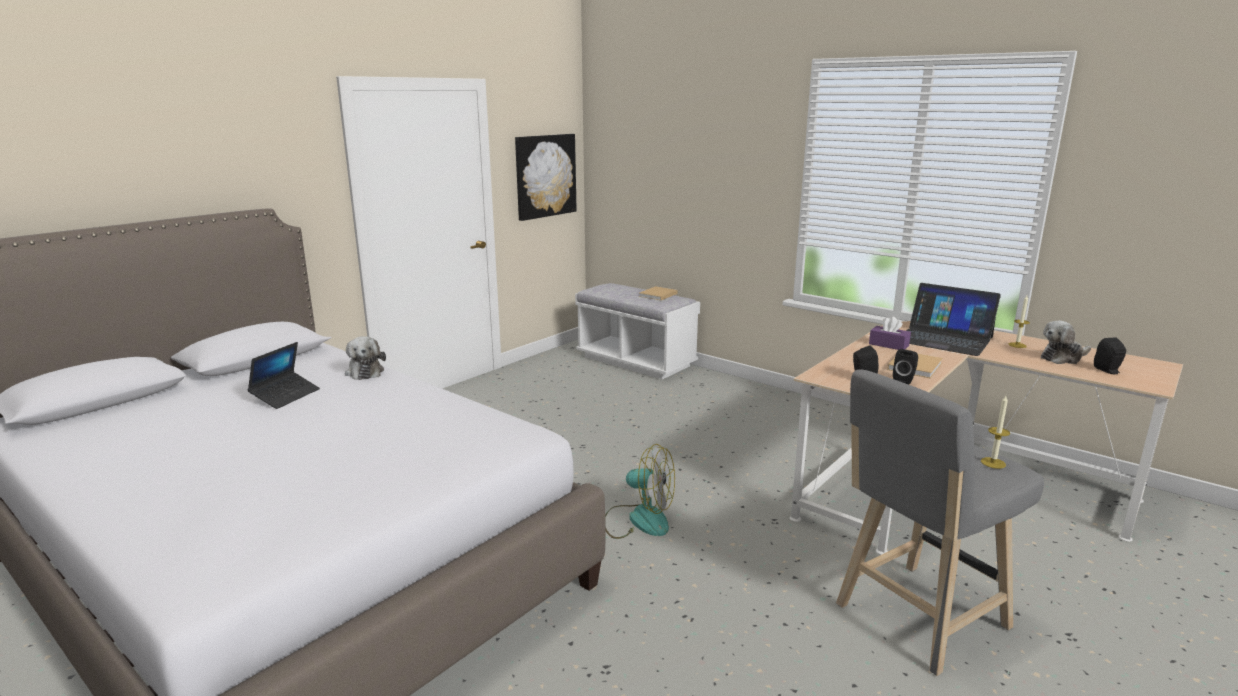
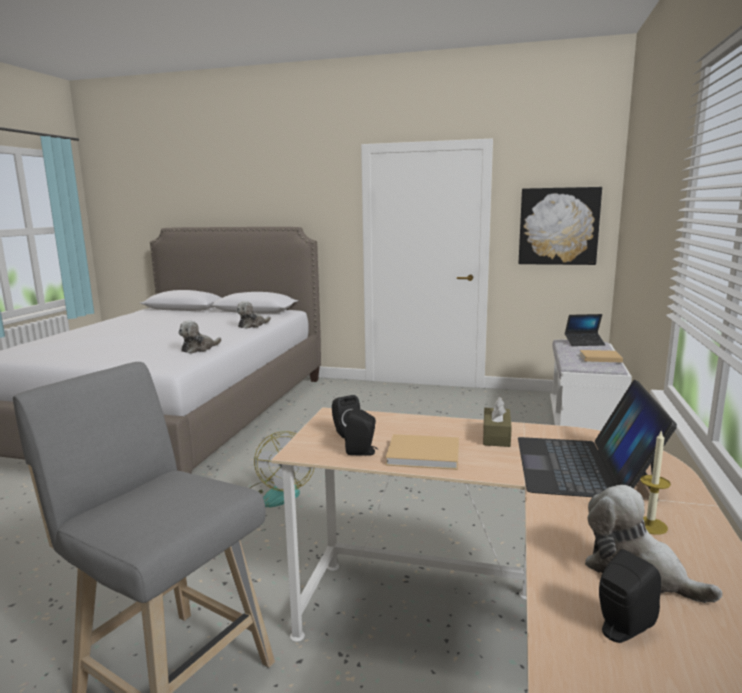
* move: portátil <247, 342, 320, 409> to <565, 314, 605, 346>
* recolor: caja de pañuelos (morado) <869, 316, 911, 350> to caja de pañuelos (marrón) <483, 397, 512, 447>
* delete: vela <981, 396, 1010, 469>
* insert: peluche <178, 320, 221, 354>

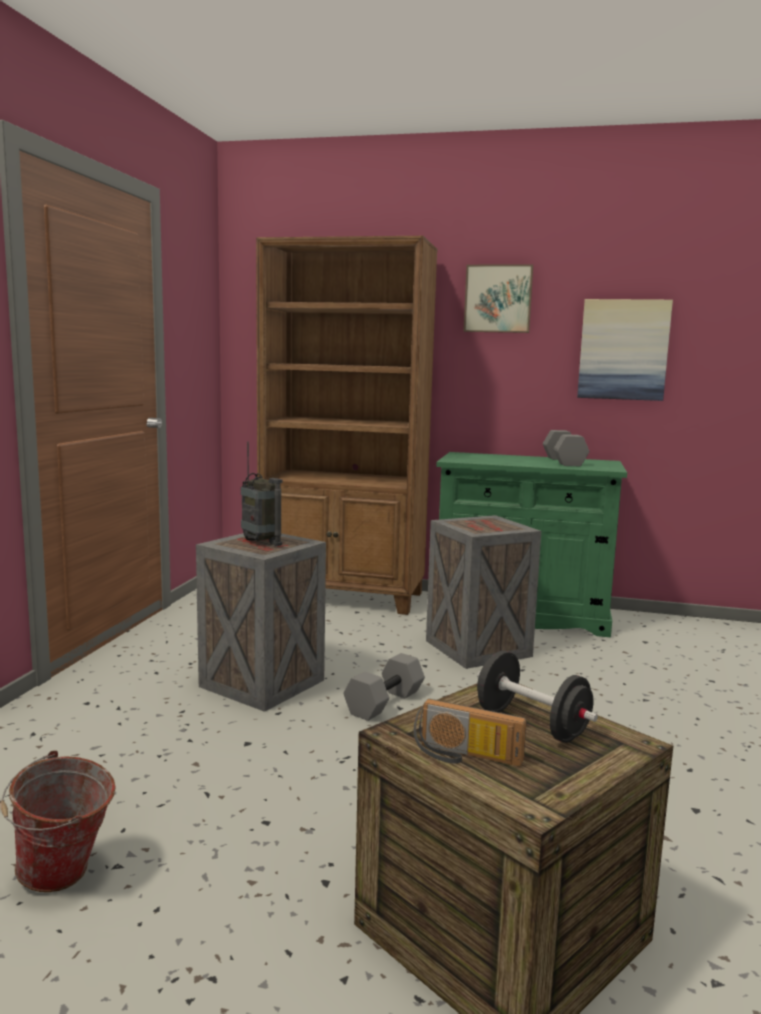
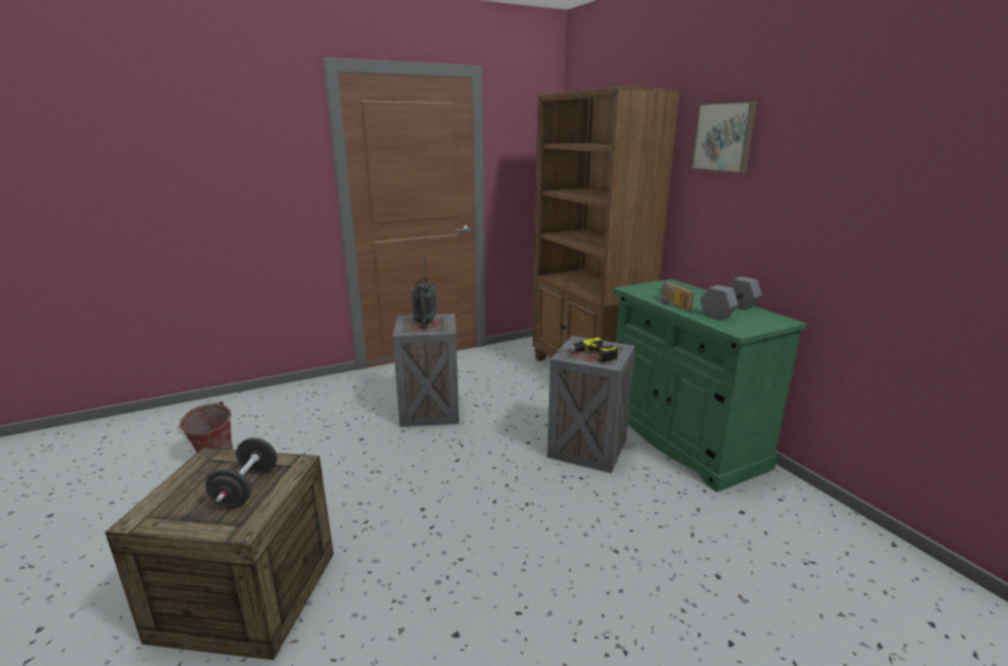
* delete: mancuerna (gris) <344, 653, 425, 721>
* move: radio <414, 699, 527, 767> to <658, 281, 694, 311>
* delete: cuadro <577, 299, 673, 401>
* insert: taladro <557, 338, 618, 362>

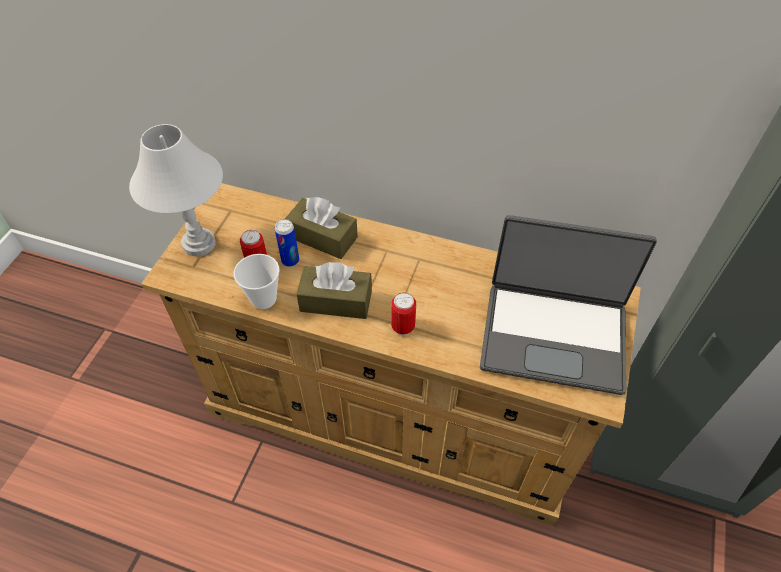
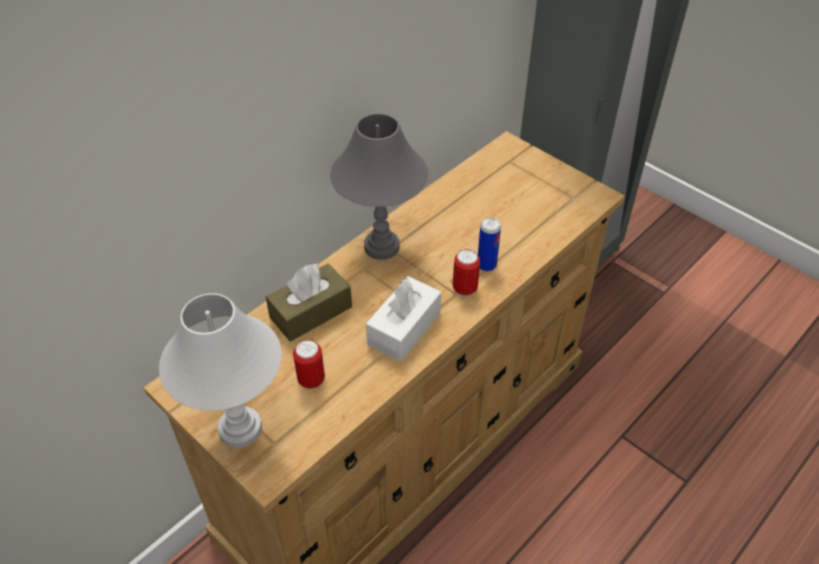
* delete: taza <234, 254, 280, 309>
* move: lata <275, 219, 299, 267> to <478, 218, 501, 271>
* recolor: caja de pañuelos (marrón) <296, 262, 372, 319> to caja de pañuelos (blanco) <366, 276, 441, 362>
* delete: portátil <480, 215, 657, 395>
* insert: lámpara de mesa (gris) <330, 114, 428, 260>

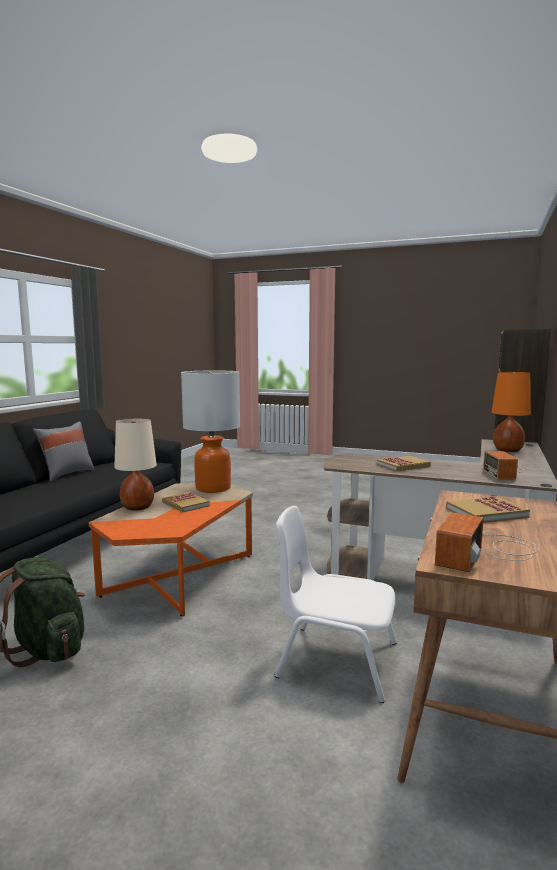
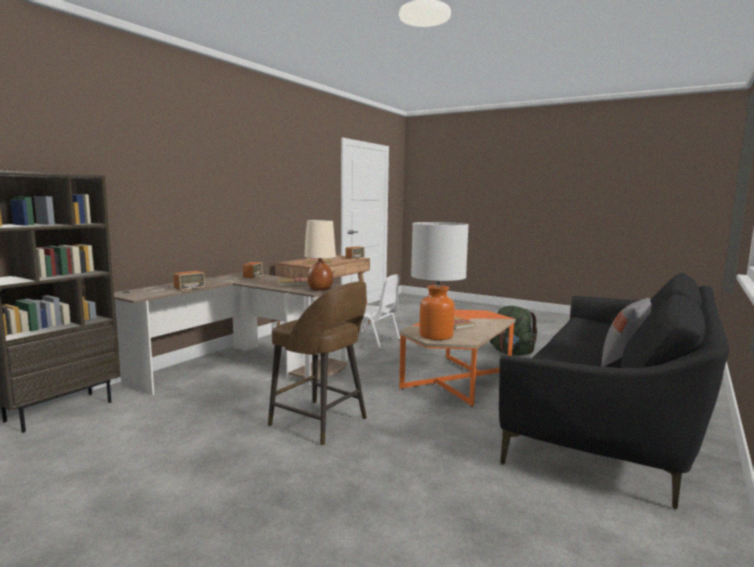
* move: lámpara de mesa (beis) <114, 418, 157, 511> to <304, 220, 336, 291>
* replace: lámpara de mesa (naranja) <492, 372, 531, 452> to radio <143, 271, 205, 292>
* insert: taburete (marrón) <268, 281, 367, 446>

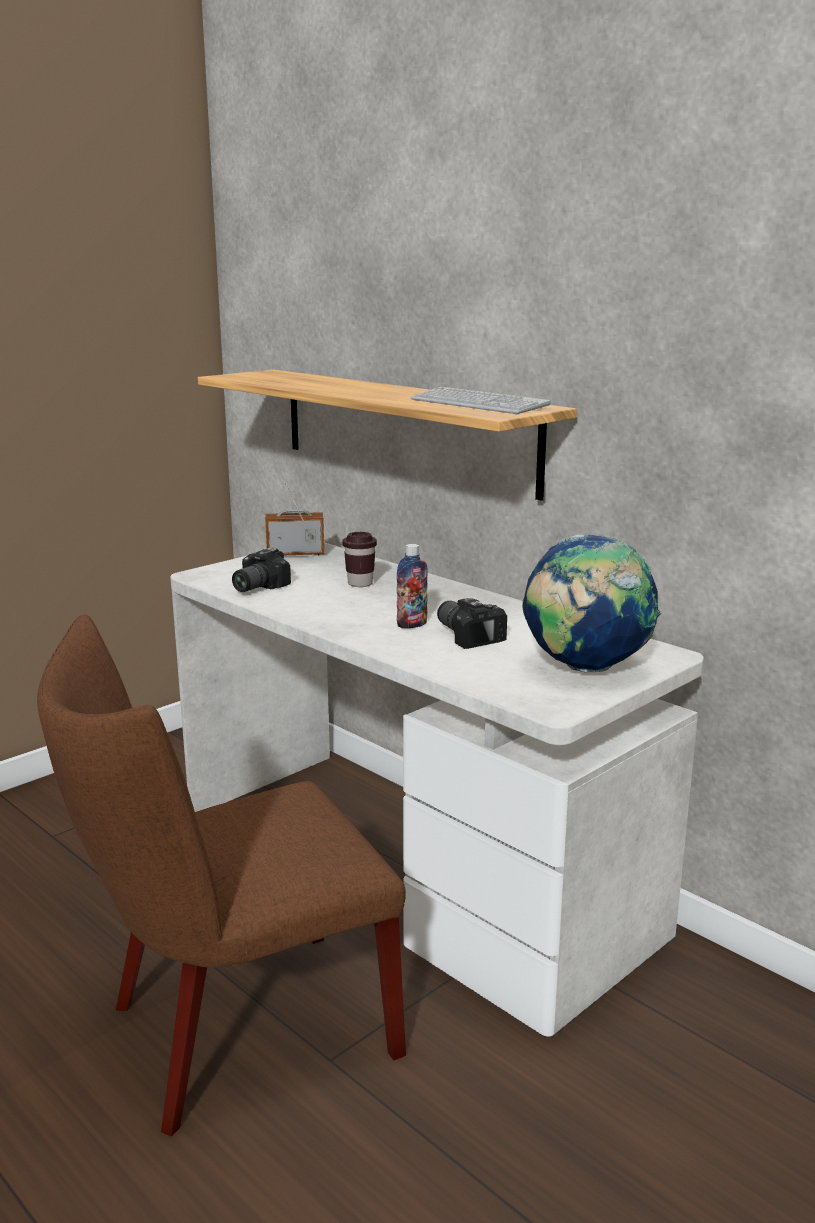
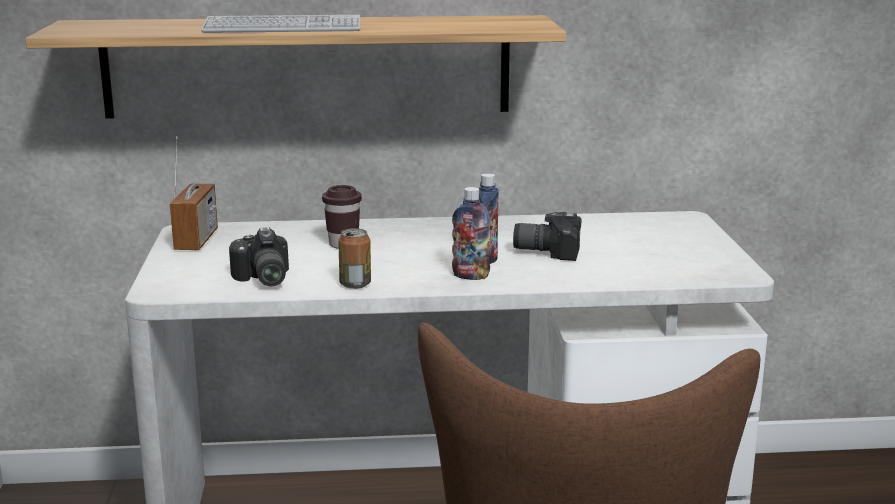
* rotate: radio <265, 475, 324, 555> = <170, 136, 218, 250> 150 degrees clockwise
* move: teclado <411, 387, 551, 414> to <201, 15, 360, 33>
* delete: globo terráqueo <522, 534, 662, 672>
* insert: lata <338, 228, 371, 289>
* insert: botella <452, 187, 491, 280>

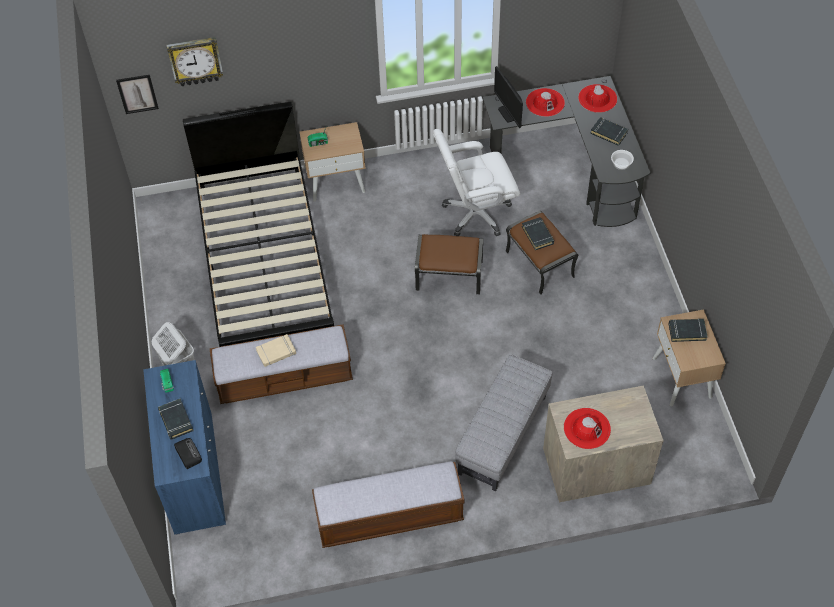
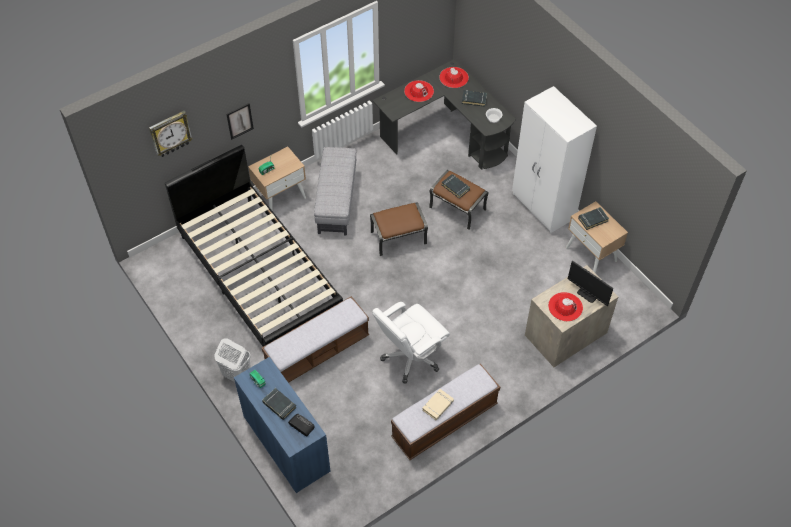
* move: cuadro <116, 75, 159, 114> to <226, 103, 254, 140>
* move: libro (beis) <256, 334, 296, 367> to <422, 389, 454, 420>
* move: silla de oficina (blanco) <433, 129, 520, 236> to <372, 302, 450, 384>
* move: puf (gris) <455, 355, 552, 491> to <314, 147, 356, 235>
* move: monitor <494, 66, 523, 128> to <568, 261, 613, 306>
* insert: armario ropero (blanco) <512, 86, 597, 233>

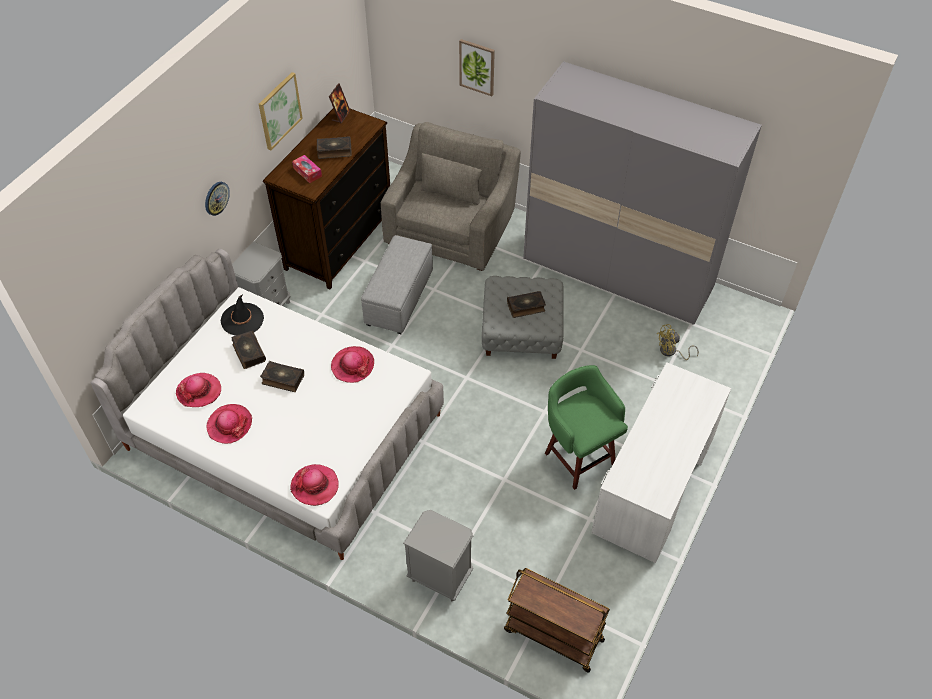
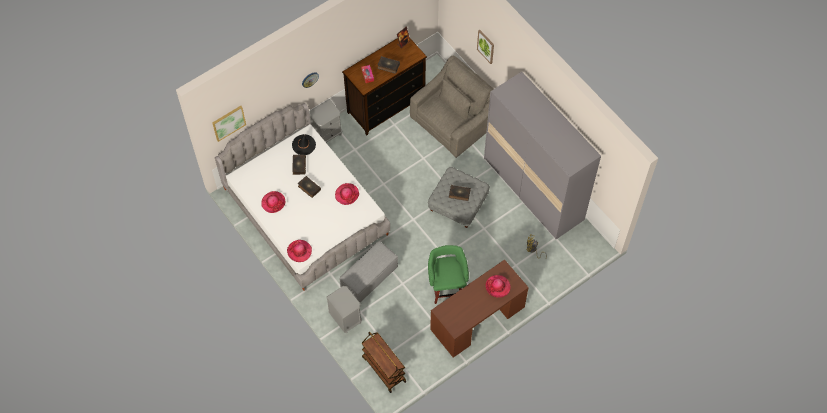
* move: sombrero <176, 373, 221, 407> to <486, 275, 511, 298>
* move: cuadro <259, 72, 303, 150> to <212, 106, 246, 142>
* move: puf (gris) <361, 235, 433, 334> to <340, 241, 398, 302>
* recolor: escritorio (blanco) <591, 362, 731, 563> to escritorio (marrón) <430, 260, 529, 358>

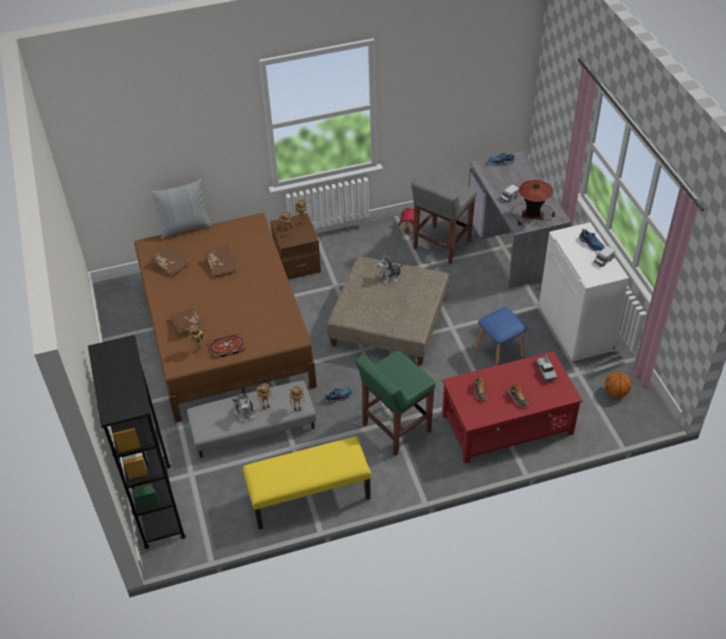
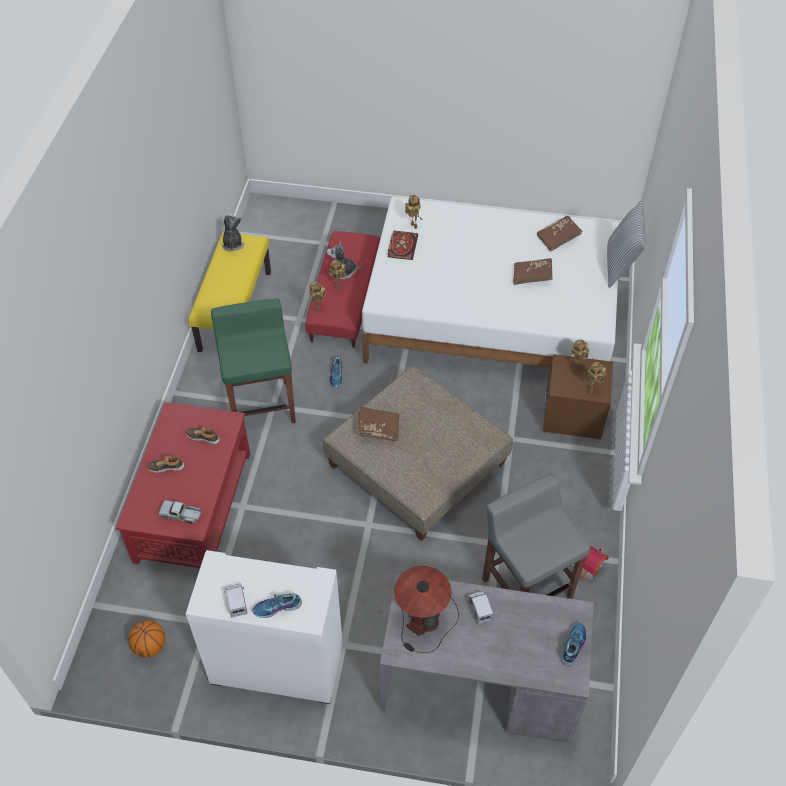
* delete: estantería (negro) <88, 335, 186, 549>
* recolor: cama (marrón) <134, 213, 317, 423> to cama (blanco) <362, 197, 620, 367>
* move: libro (marrón) <170, 309, 203, 333> to <358, 406, 400, 441>
* recolor: puf (gris) <187, 381, 316, 458> to puf (rojo) <305, 231, 380, 348>
* move: peluche <378, 254, 403, 284> to <222, 214, 244, 251>
* delete: taburete (azul) <475, 307, 527, 366>

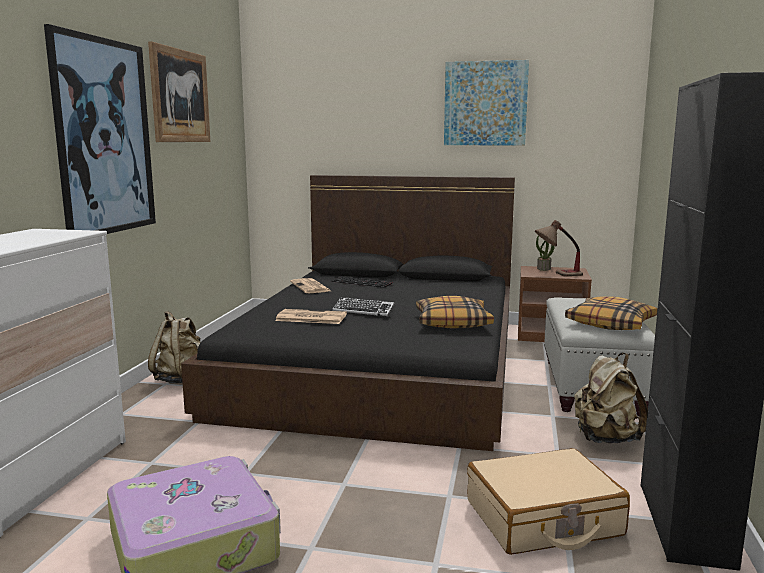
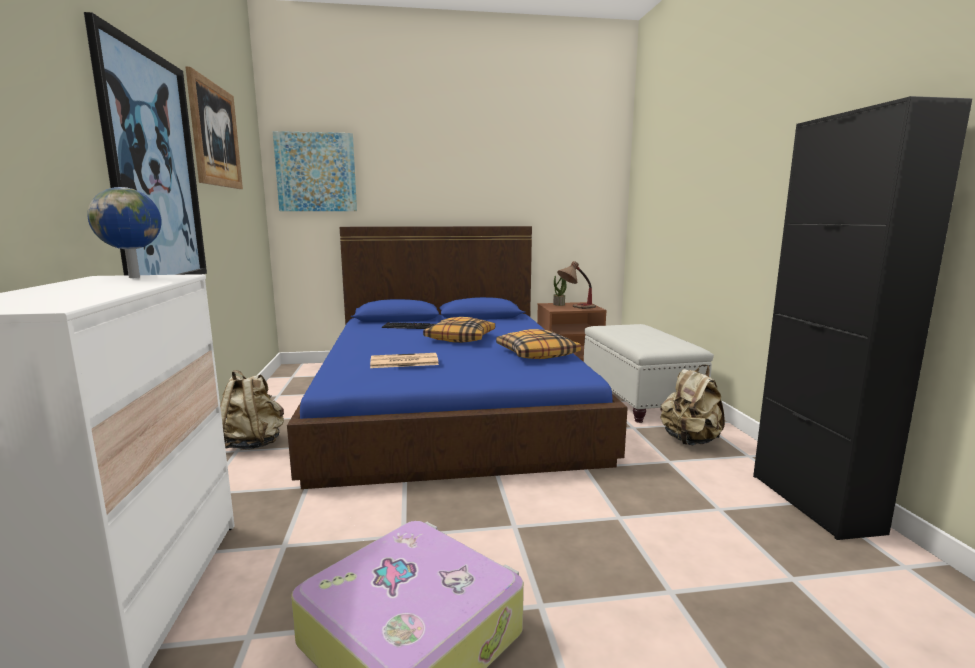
* recolor: cama (negro) <181, 175, 515, 451> to cama (azul) <287, 226, 628, 489>
* delete: periódico <290, 278, 331, 293>
* delete: teclado <333, 297, 394, 316>
* move: cuadro <444, 60, 529, 145> to <273, 131, 357, 211>
* delete: maleta (beis) <467, 448, 630, 555>
* move: cojín <565, 296, 658, 330> to <423, 317, 495, 343>
* insert: globo terráqueo <87, 187, 162, 278>

